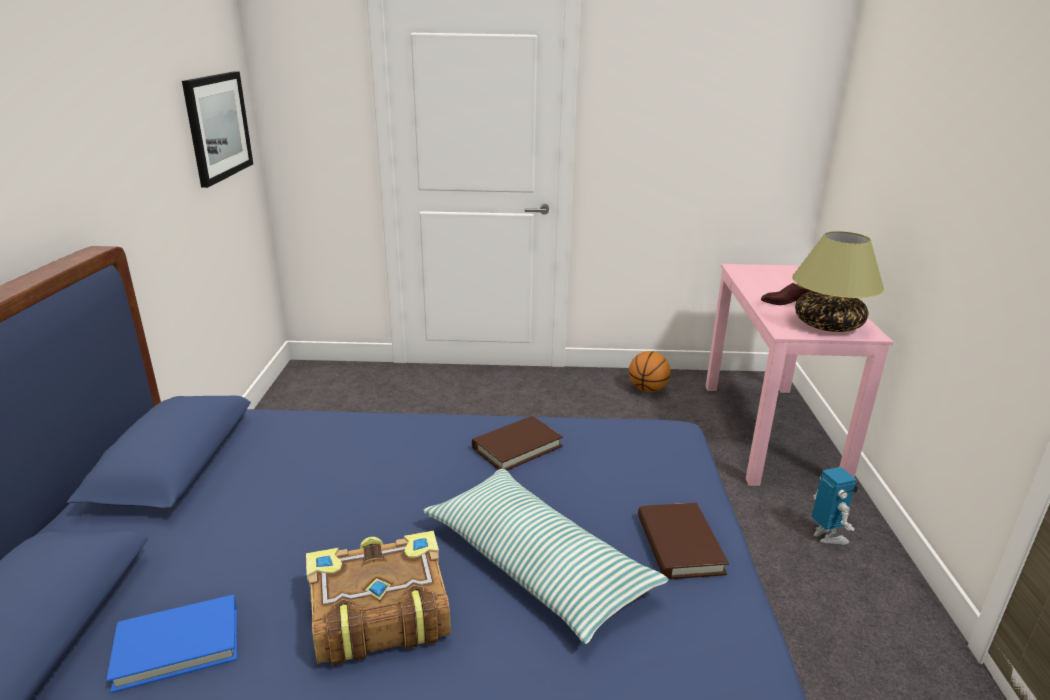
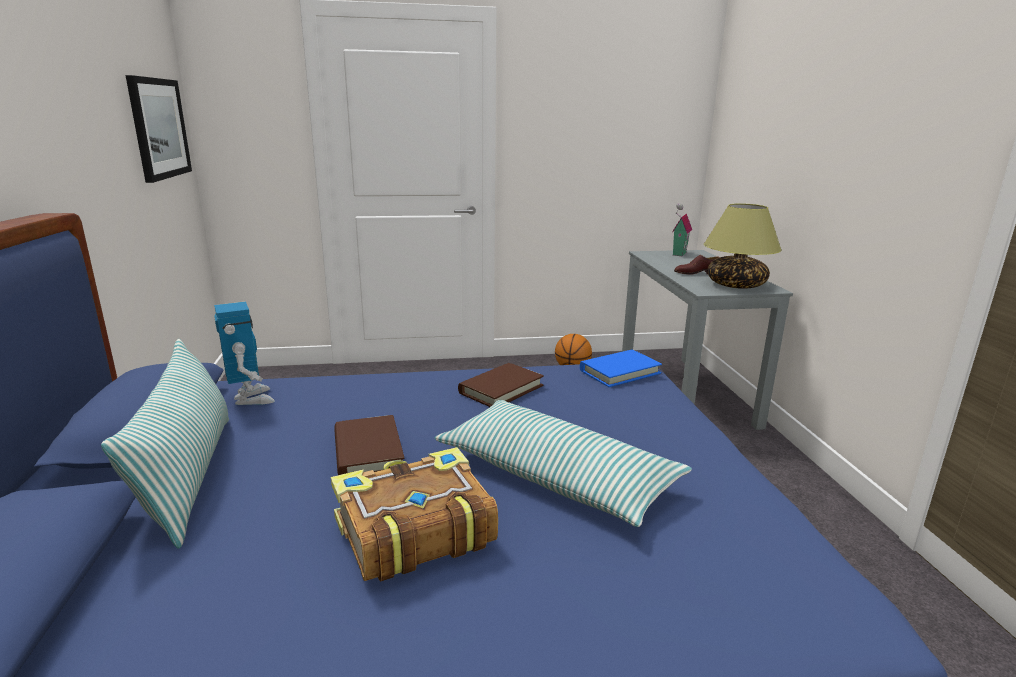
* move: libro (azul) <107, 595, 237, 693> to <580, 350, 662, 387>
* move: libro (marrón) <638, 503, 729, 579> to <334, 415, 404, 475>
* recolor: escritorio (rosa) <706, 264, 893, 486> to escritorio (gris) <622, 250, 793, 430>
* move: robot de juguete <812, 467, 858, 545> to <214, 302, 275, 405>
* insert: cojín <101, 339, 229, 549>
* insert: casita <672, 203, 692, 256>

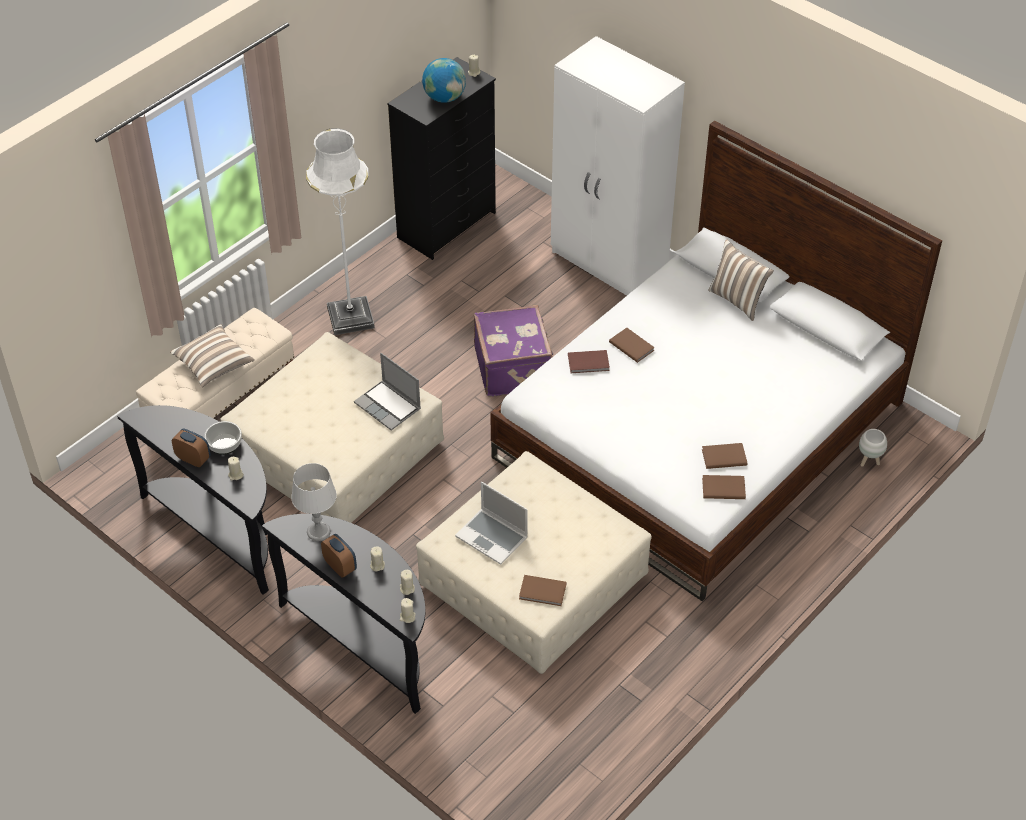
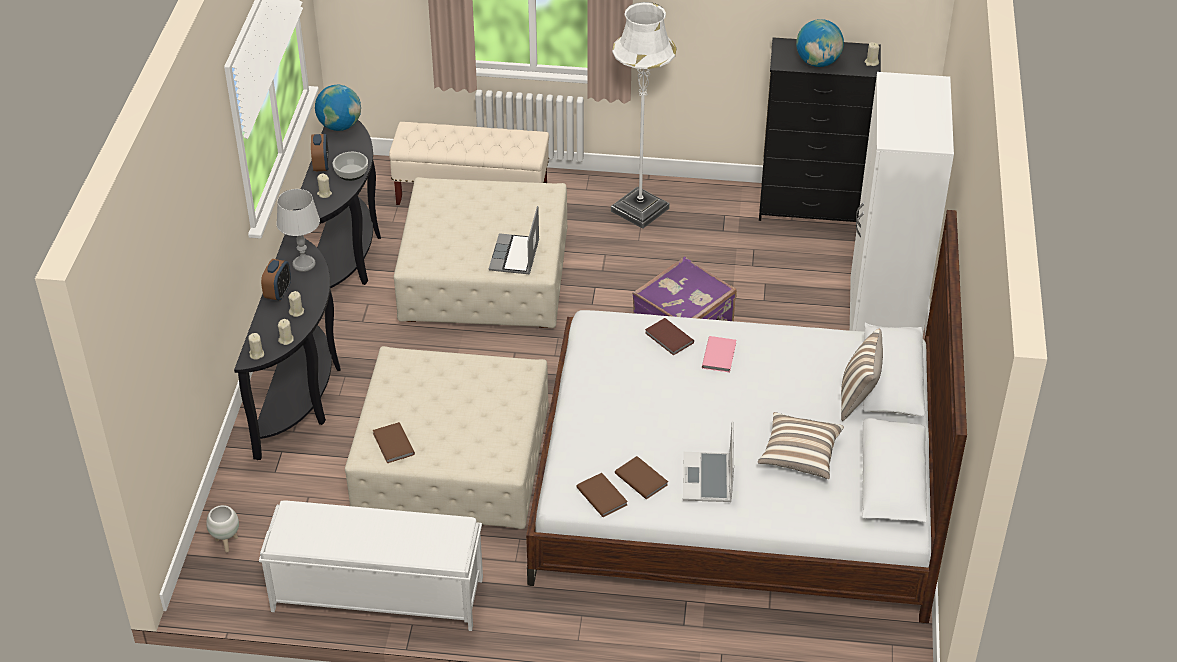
* move: cojín <170, 324, 255, 387> to <758, 412, 844, 479>
* move: portátil <455, 482, 528, 565> to <683, 421, 734, 502>
* recolor: libro (marrón) <609, 328, 655, 363> to libro (rosa) <702, 336, 736, 373>
* move: maceta (blanco) <859, 429, 887, 466> to <206, 505, 239, 553>
* insert: banco (blanco) <259, 500, 483, 631>
* insert: globo terráqueo <315, 85, 361, 131>

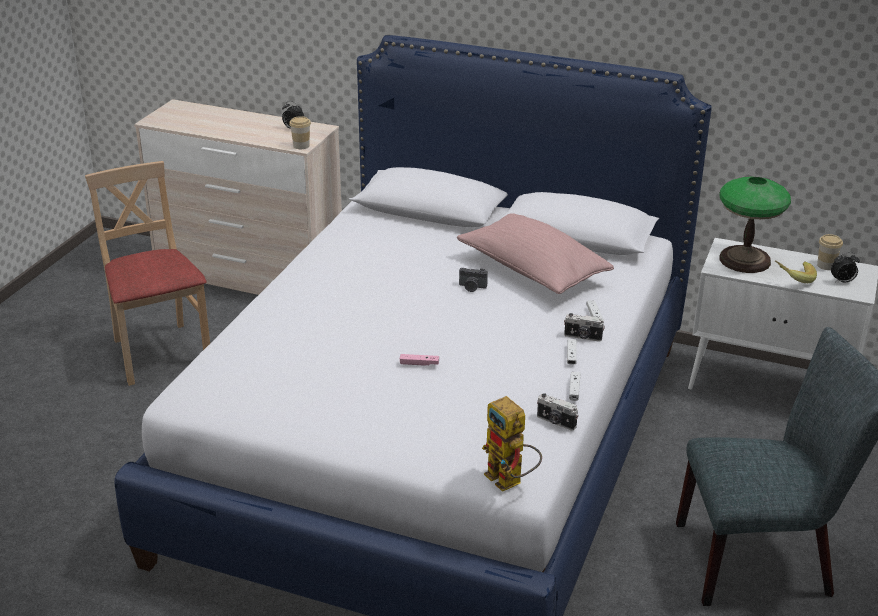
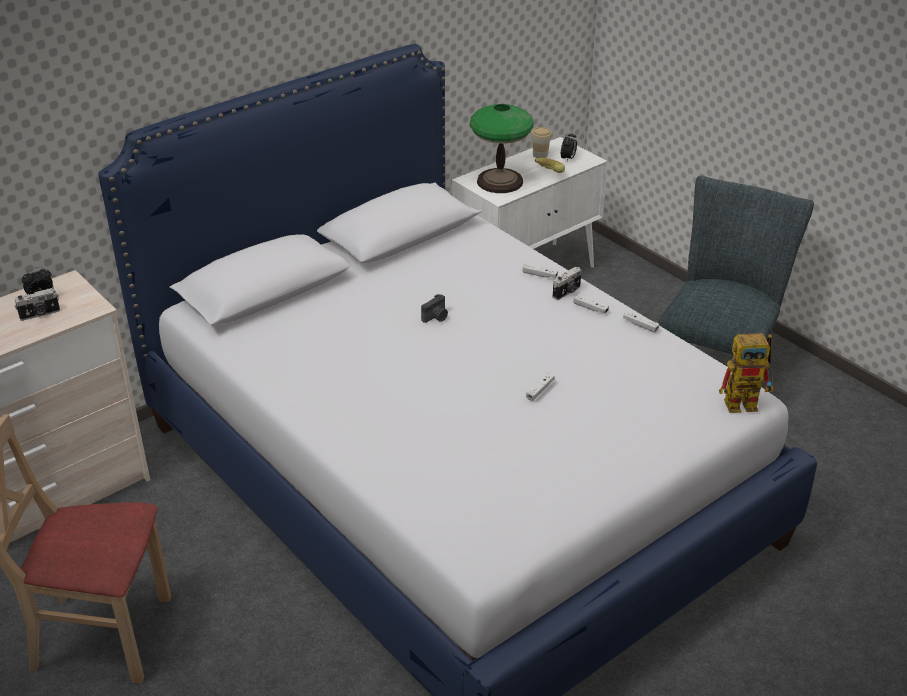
* delete: taza <289, 116, 311, 149>
* recolor: mando de consola (rosa) <400, 354, 439, 366> to mando de consola (blanco) <526, 373, 555, 401>
* delete: cojín (rosa) <457, 213, 614, 294>
* move: cámara <537, 393, 578, 431> to <14, 288, 60, 321>

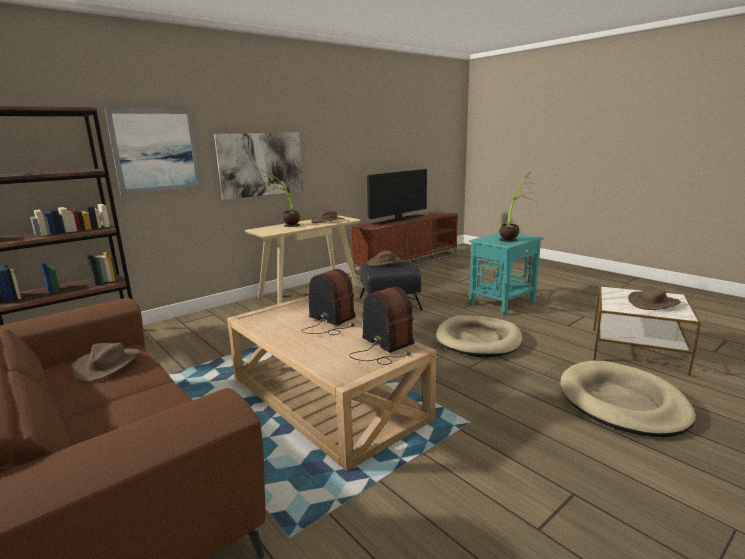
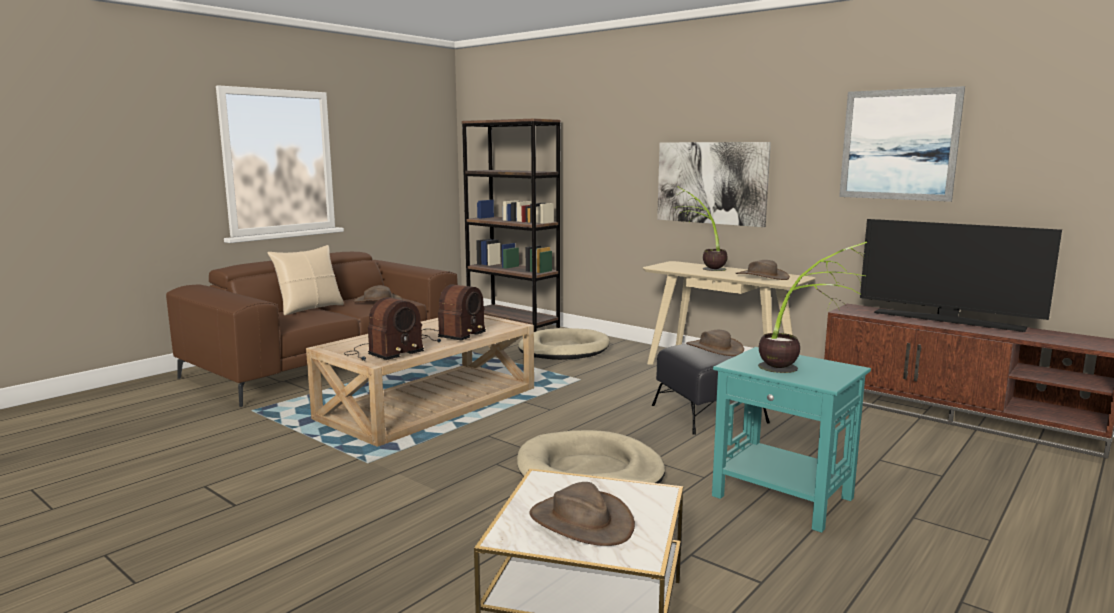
* move: cuadro <104, 108, 201, 195> to <839, 86, 965, 202>
* move: cama para perro (beis) <560, 361, 696, 437> to <518, 328, 610, 360>
* insert: cojín (beis) <267, 245, 344, 315>

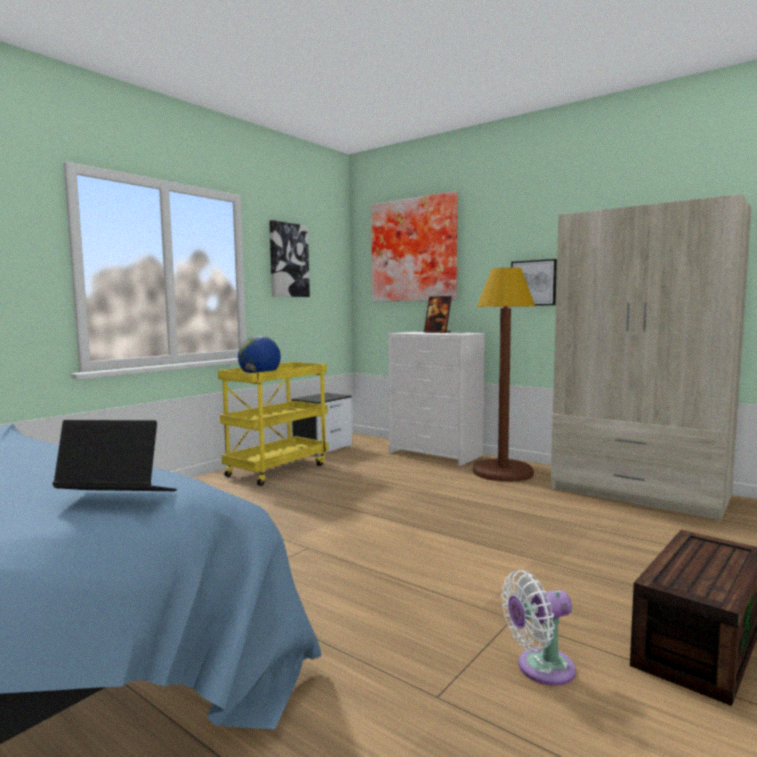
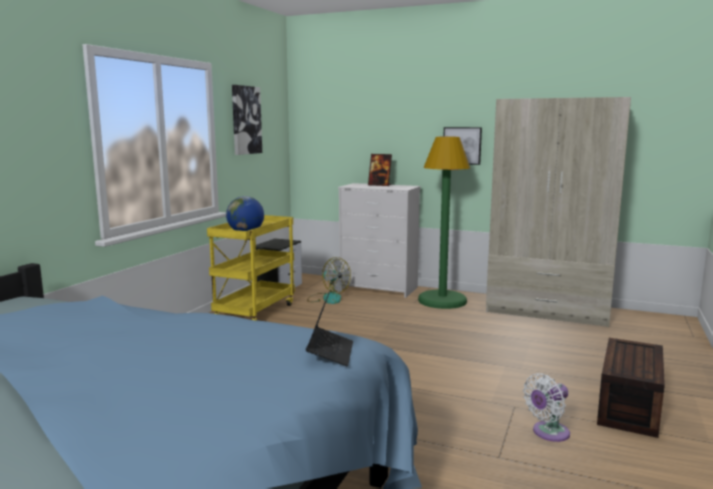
* rotate: portátil <53, 420, 177, 491> = <306, 291, 353, 366> 105 degrees clockwise
* delete: cuadro <371, 191, 457, 302>
* recolor: lámpara de pie (marrón) <473, 268, 535, 482> to lámpara de pie (verde) <418, 137, 470, 309>
* insert: ventilador <307, 257, 351, 304>

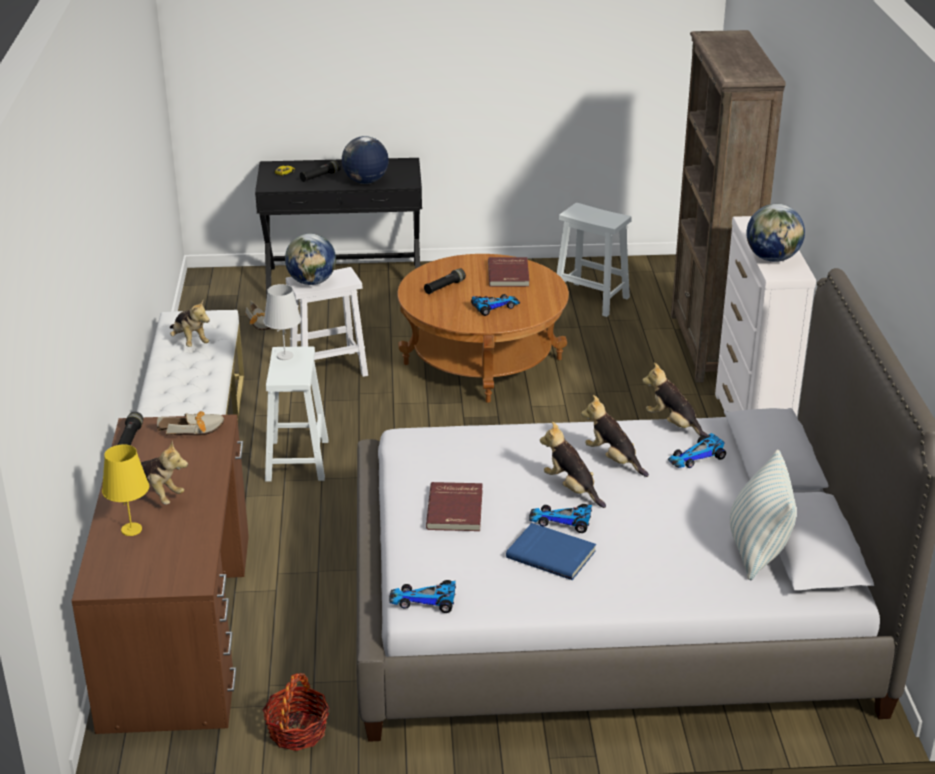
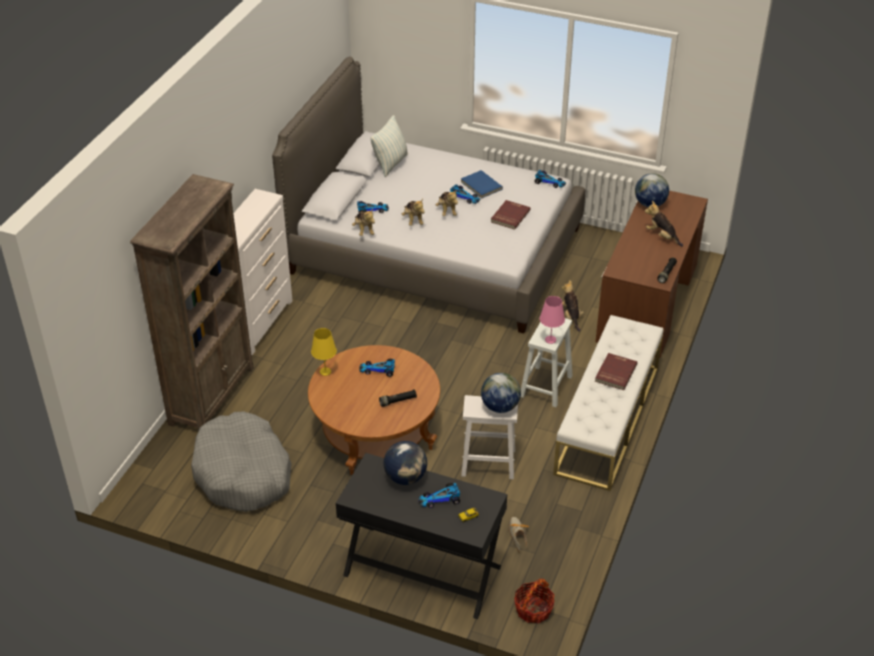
* move: lámpara de mesa (amarillo) <102, 444, 149, 536> to <311, 328, 337, 376>
* delete: zapato <157, 411, 224, 436>
* move: peluche <170, 300, 210, 347> to <562, 280, 584, 332>
* move: cesta <262, 673, 329, 751> to <514, 579, 554, 623>
* recolor: lámpara de mesa (blanco) <264, 284, 301, 360> to lámpara de mesa (rosa) <540, 296, 565, 344>
* replace: linterna (negro) <300, 160, 341, 182> to coche de juguete <418, 483, 460, 508>
* move: libro (rojo) <488, 257, 529, 287> to <595, 353, 637, 390>
* replace: taburete (blanco) <557, 203, 631, 317> to cama para perro (gris) <191, 412, 292, 512>
* move: globo terráqueo <746, 204, 805, 262> to <635, 173, 669, 207>

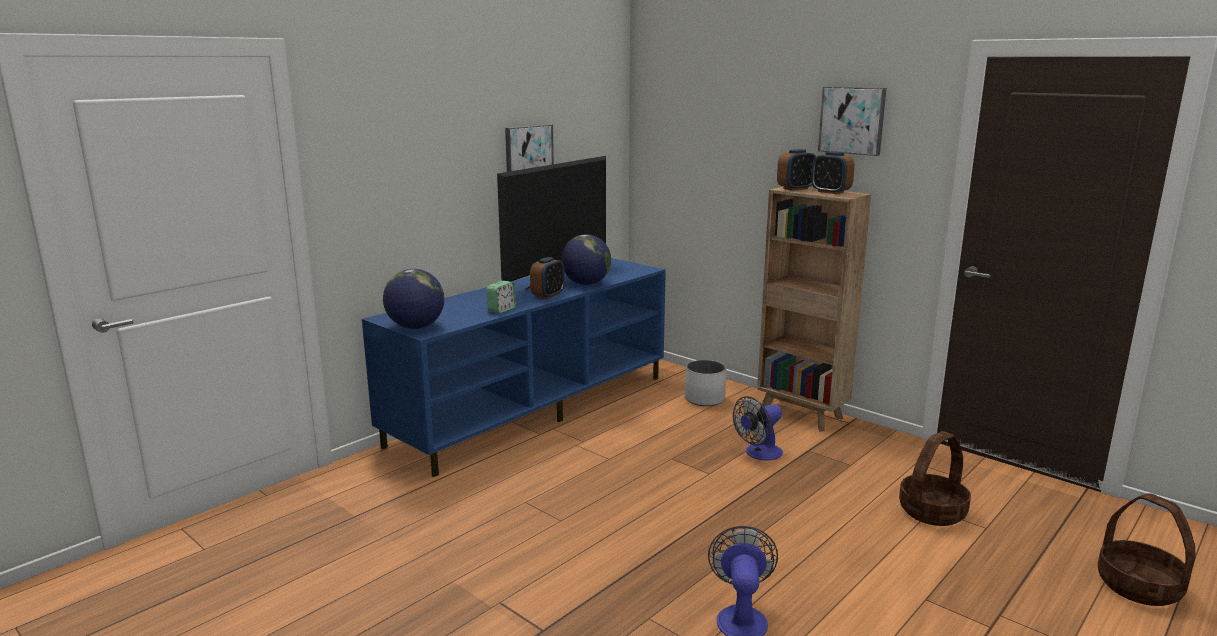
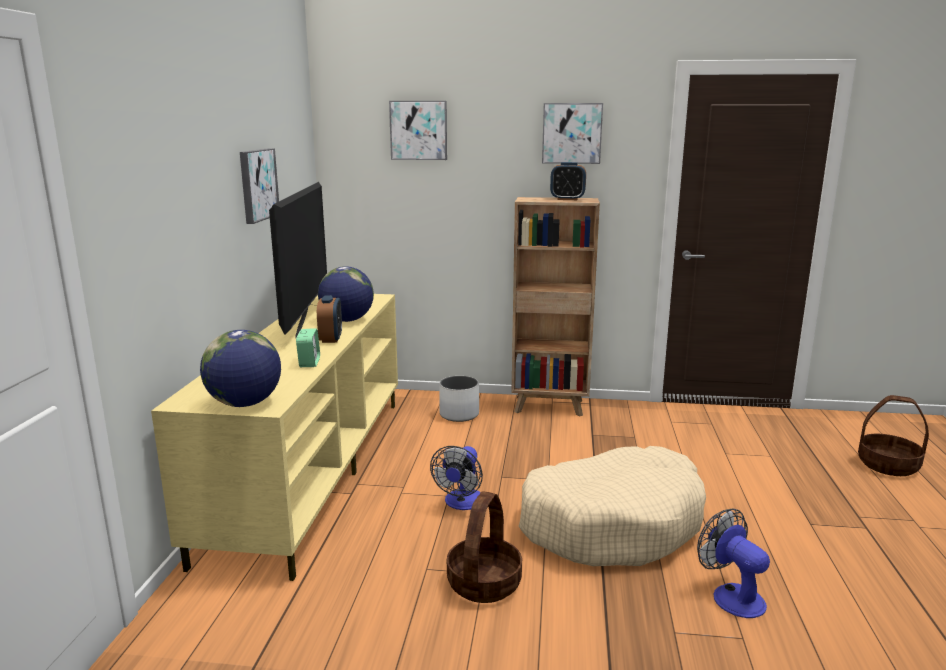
* recolor: mueble de televisión (azul) <362, 258, 666, 477> to mueble de televisión (beis) <151, 294, 398, 581>
* move: ventilador <733, 396, 783, 461> to <430, 446, 483, 510>
* delete: despertador <777, 149, 816, 191>
* move: cesta <899, 431, 971, 526> to <447, 491, 522, 603>
* insert: cuadro <389, 101, 447, 160>
* insert: cama para perro (beis) <519, 446, 706, 566>

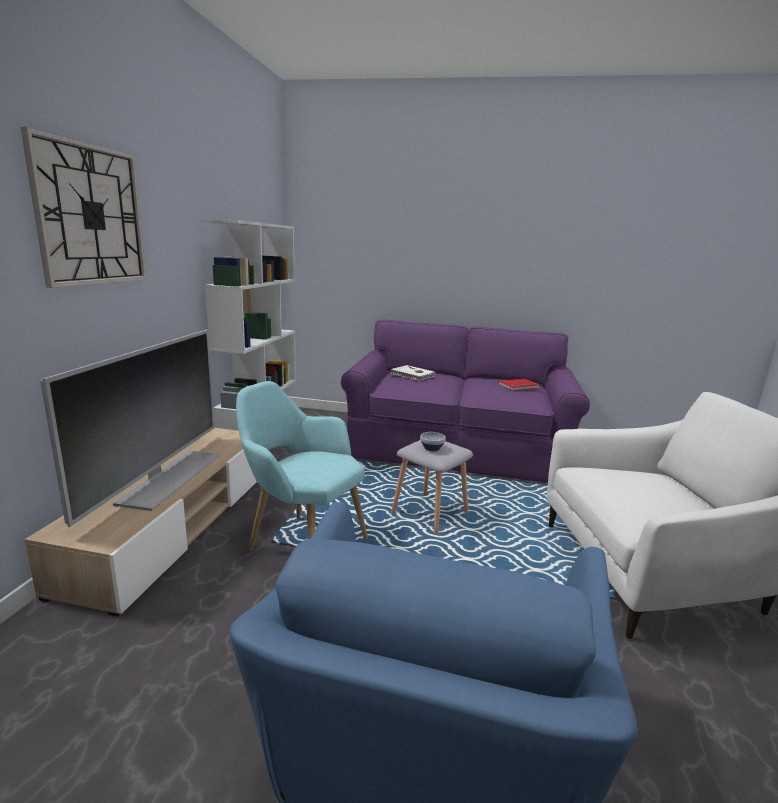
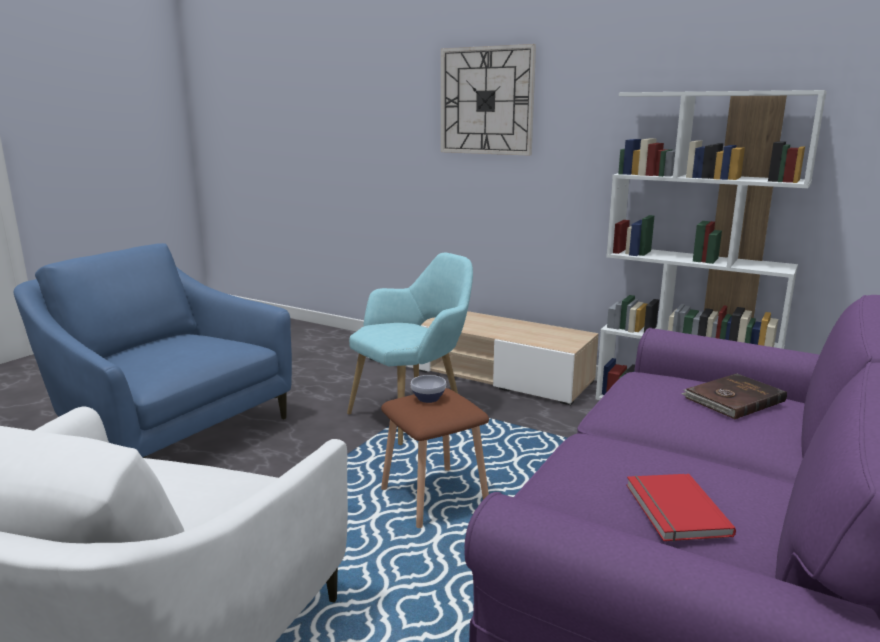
* delete: televisor <40, 330, 220, 527>
* recolor: libro (blanco) <391, 365, 435, 381> to libro (marrón) <681, 373, 787, 419>
* recolor: taburete (gris) <391, 440, 473, 534> to taburete (marrón) <381, 388, 489, 528>

